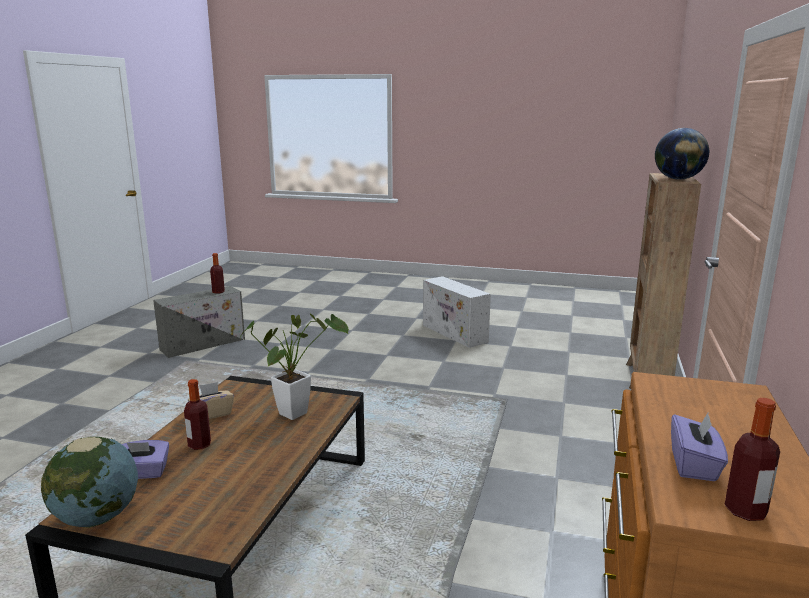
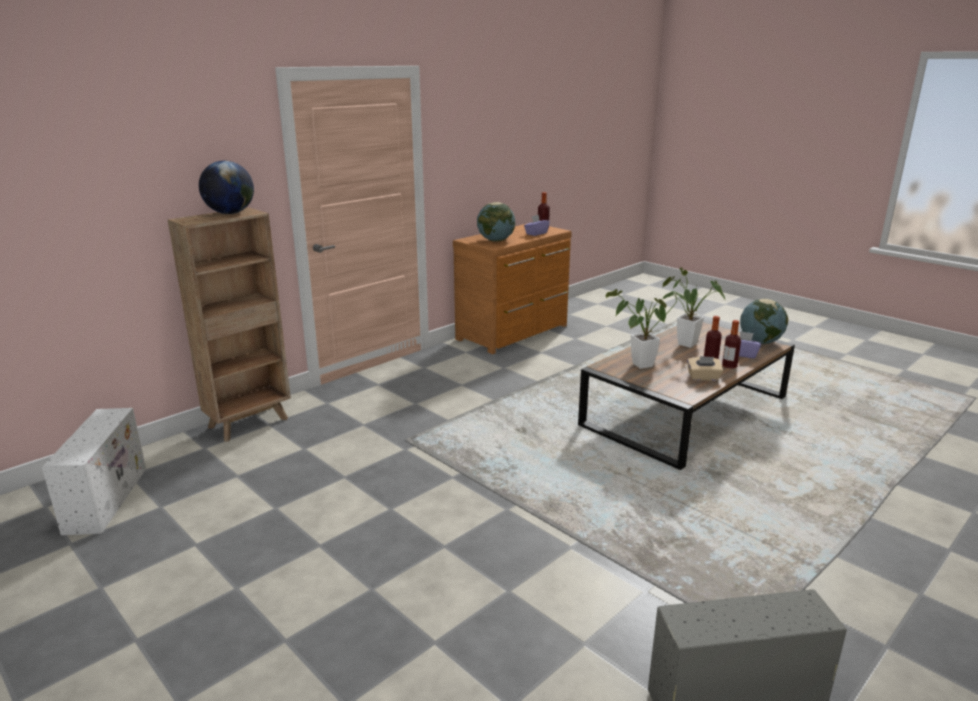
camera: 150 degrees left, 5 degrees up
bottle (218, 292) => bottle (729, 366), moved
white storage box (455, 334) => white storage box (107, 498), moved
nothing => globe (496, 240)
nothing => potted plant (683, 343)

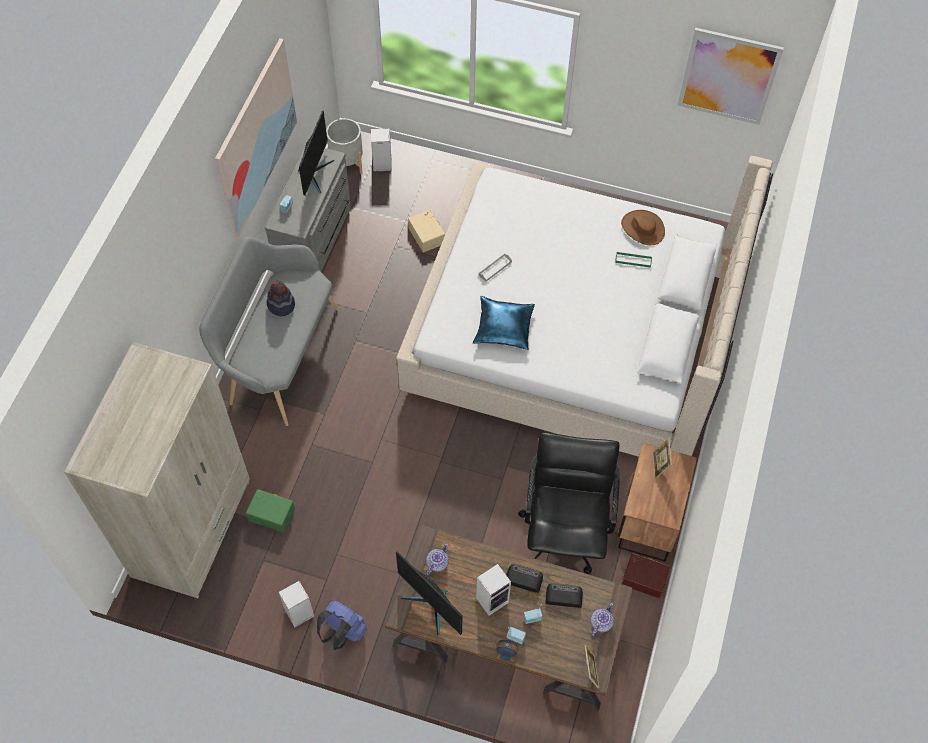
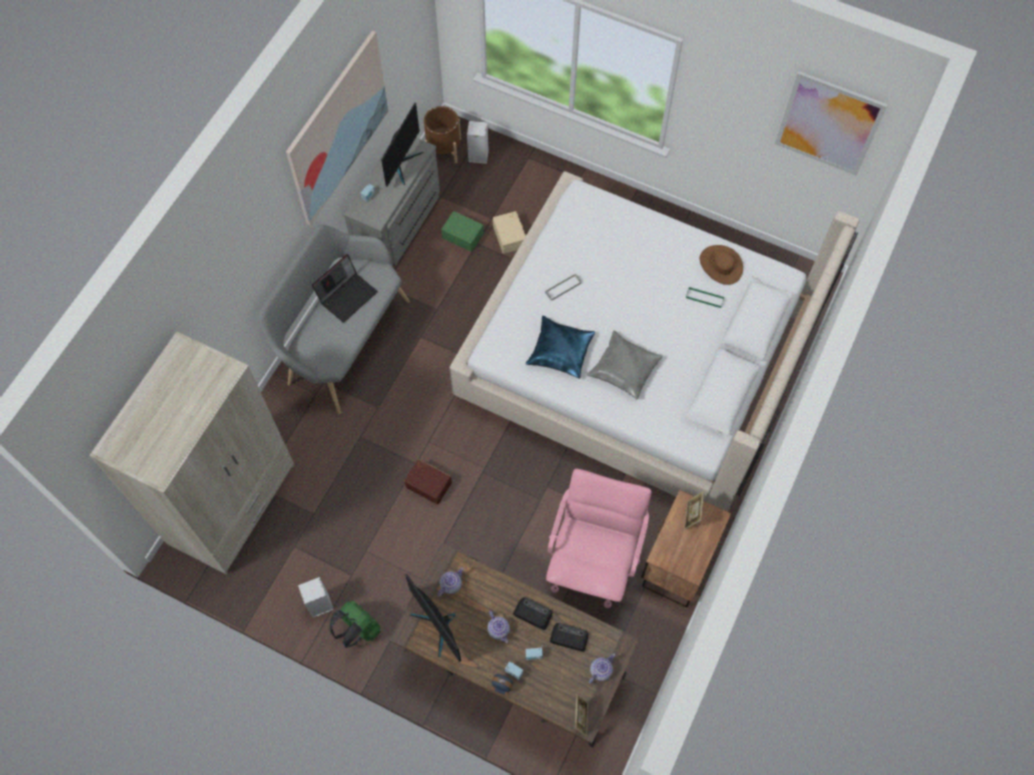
camera: 10 degrees right, 5 degrees up
green storage box (272, 513) => green storage box (463, 234), moved
hat (281, 305) => laptop (347, 295)
blue backpack (342, 632) => green backpack (358, 630)
grey planter (346, 162) => brown planter (443, 149)
speaker (493, 599) => teapot (498, 629)
black office chair (565, 532) => pink office chair (592, 562)
brown storage box (644, 577) => brown storage box (429, 483), moved
nothing => grey pillow (624, 369)

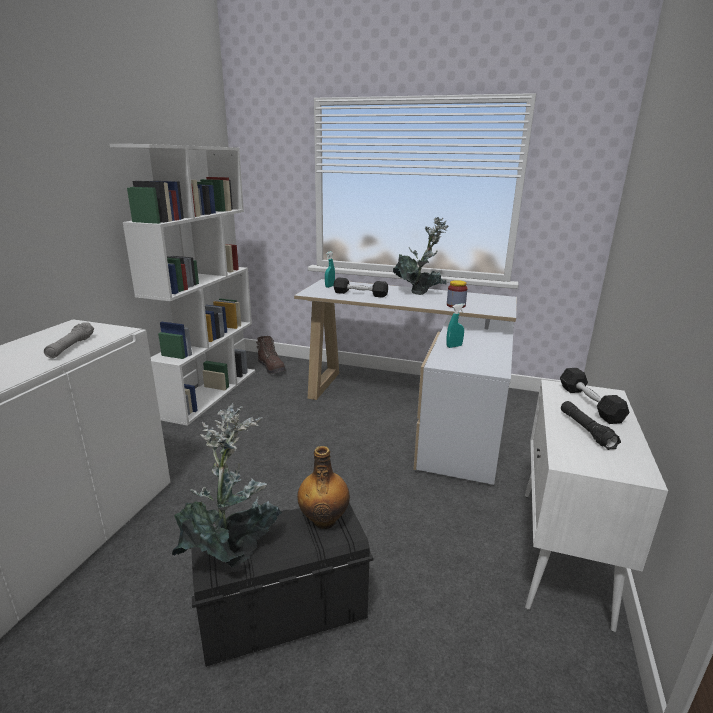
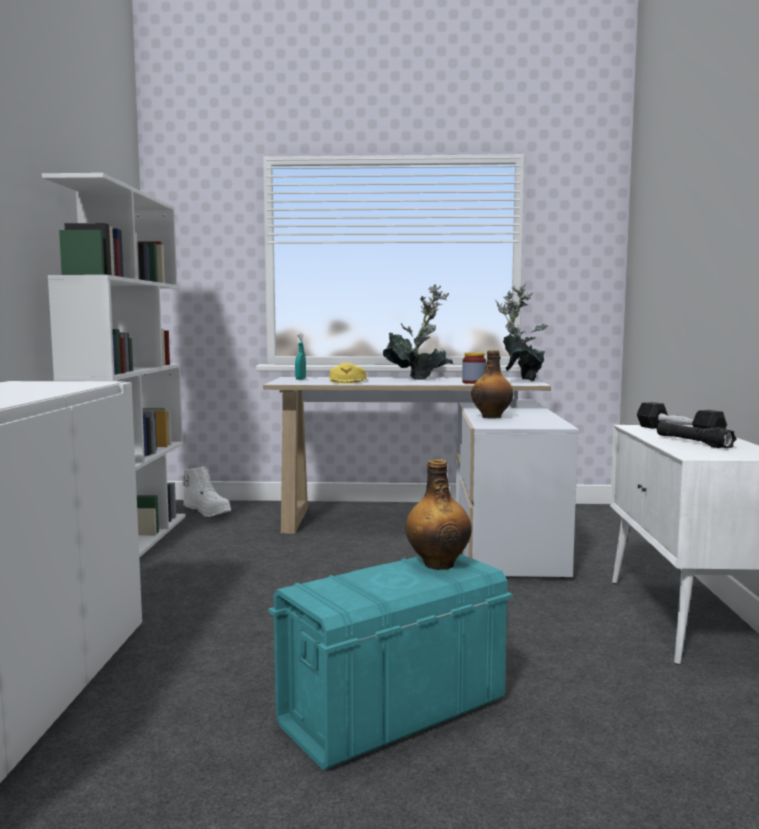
camera: 15 degrees left, 15 degrees down
grey flashlight (71, 347) => nothing
potted plant (233, 551) => potted plant (521, 380), moved
black storage box (282, 613) => turquoise storage box (391, 712)
brown boot (272, 368) => white boot (207, 511)
black dumbbell (360, 294) => yellow cap (348, 381)
turquoise spray bottle (454, 346) => bottle (492, 417)

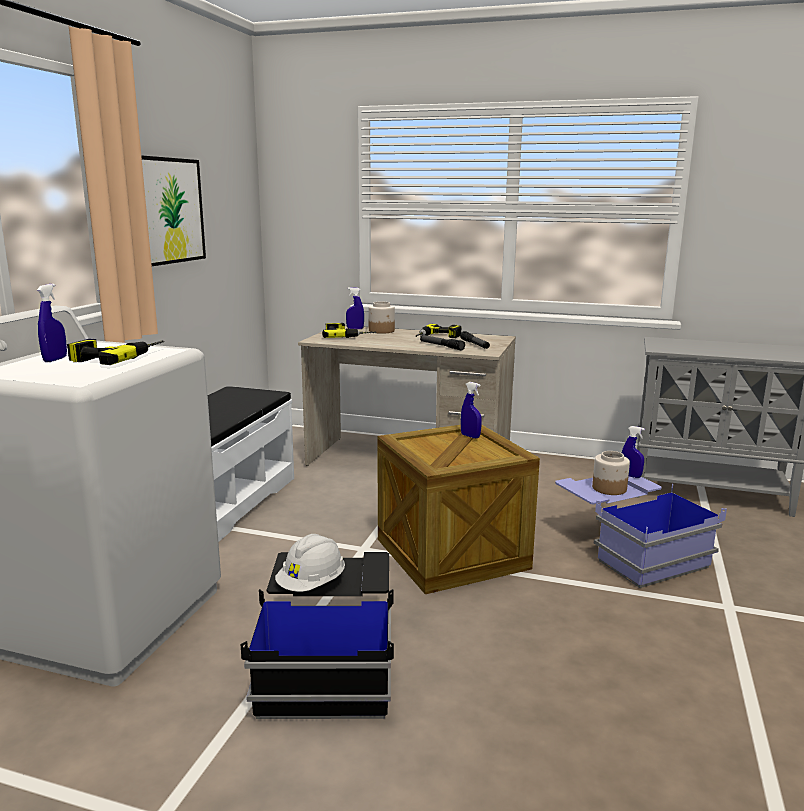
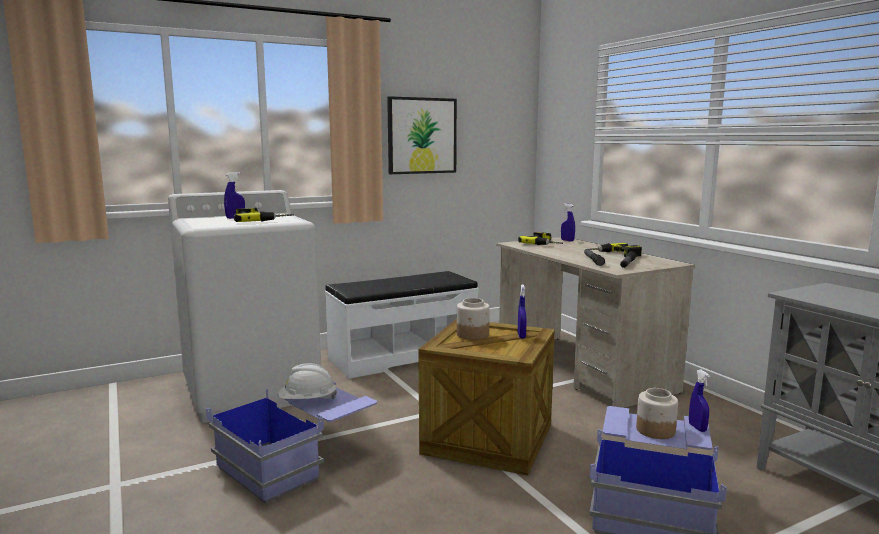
camera: 45 degrees right, 5 degrees down
black storage box (328, 660) => blue storage box (298, 460)
jar (382, 331) => jar (473, 335), moved

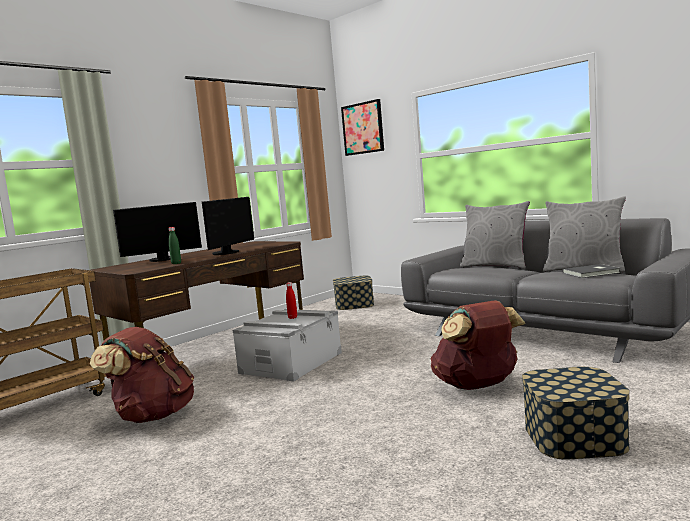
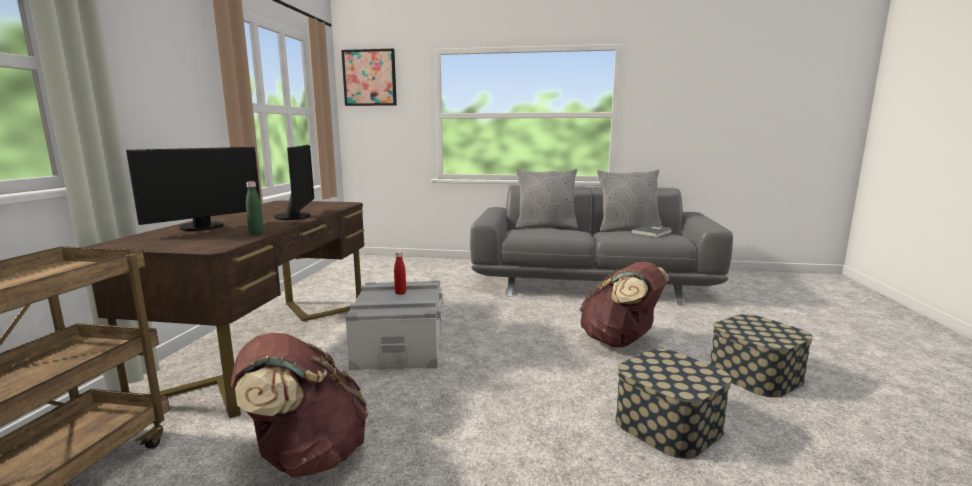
camera: 35 degrees left, 5 degrees up
storage box (354, 304) => storage box (668, 424), moved

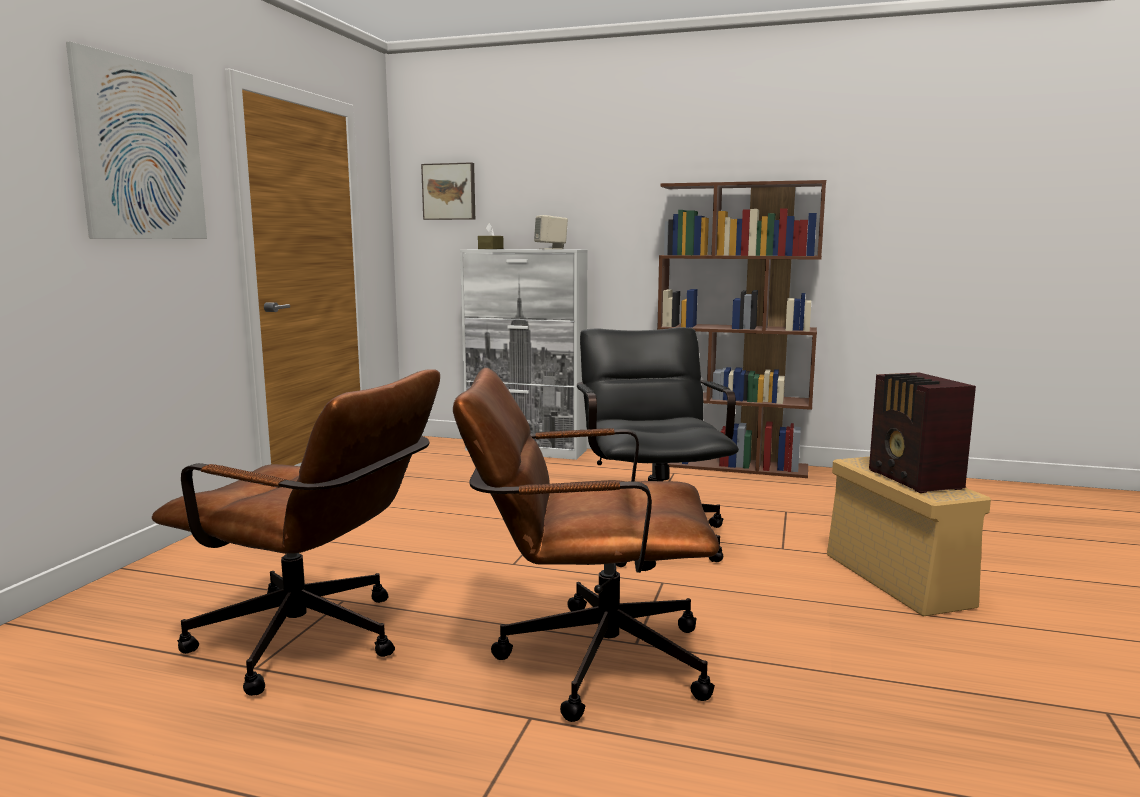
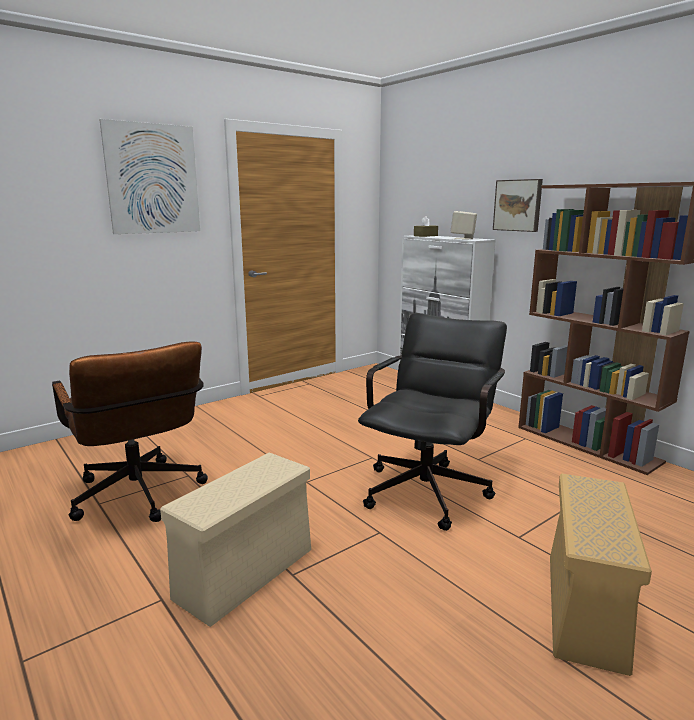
camera: 35 degrees right, 5 degrees up
picture (449, 191) => picture (518, 205), moved
brown office chair (585, 659) => beige storage box (247, 572)
radio (914, 480) => nothing

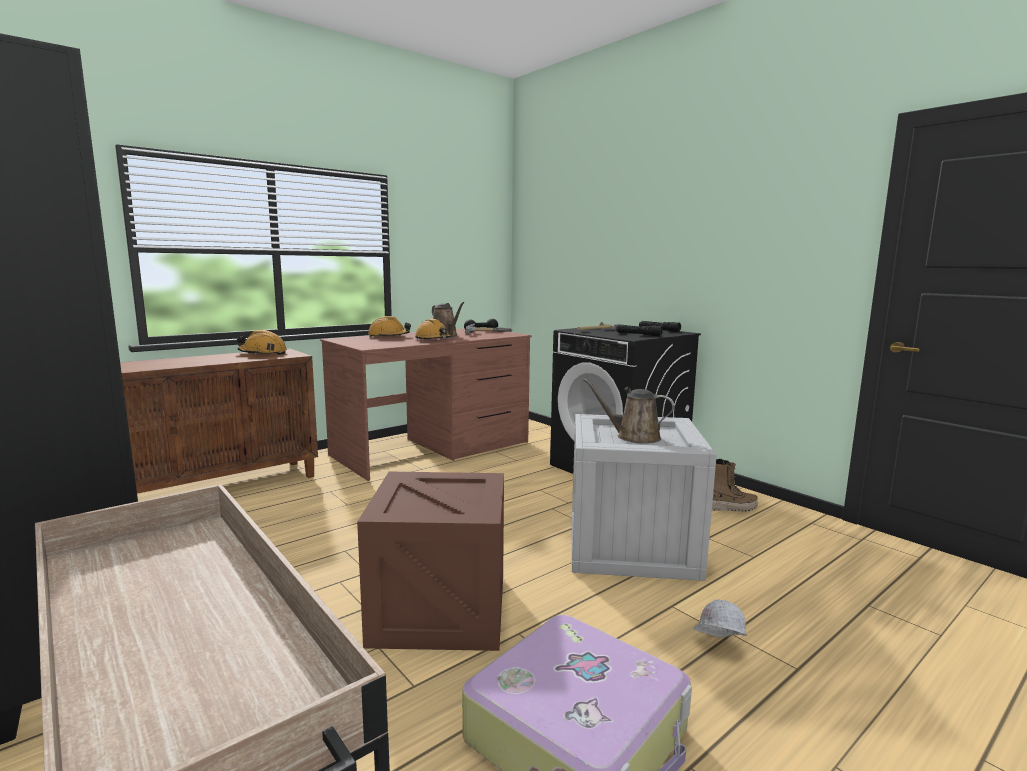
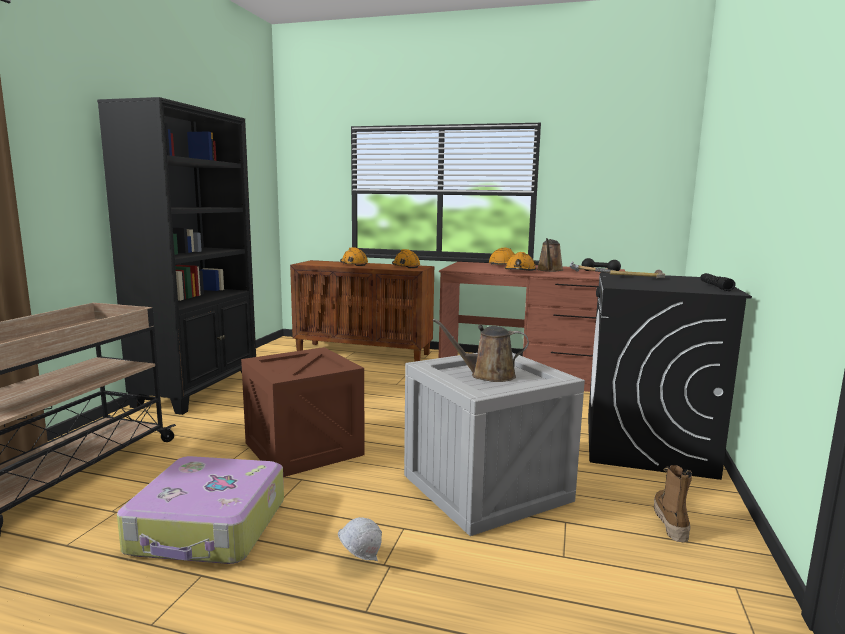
camera: 55 degrees right, 0 degrees up
brown watering can (633, 437) => brown watering can (488, 375), 75 degrees counterclockwise
black flashlight (638, 335) => nothing
boot (730, 508) => boot (670, 522), 135 degrees counterclockwise
nothing => orange hard hat (354, 264)

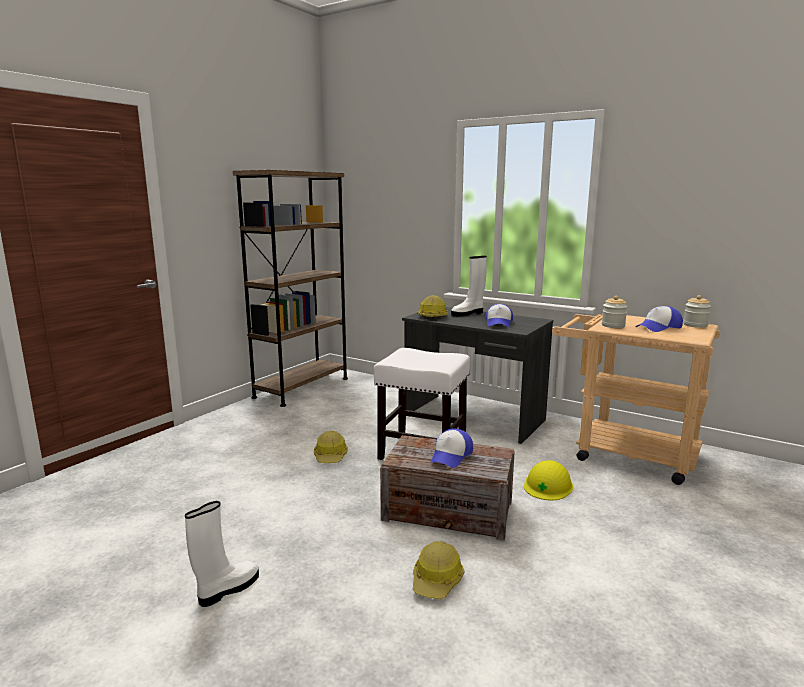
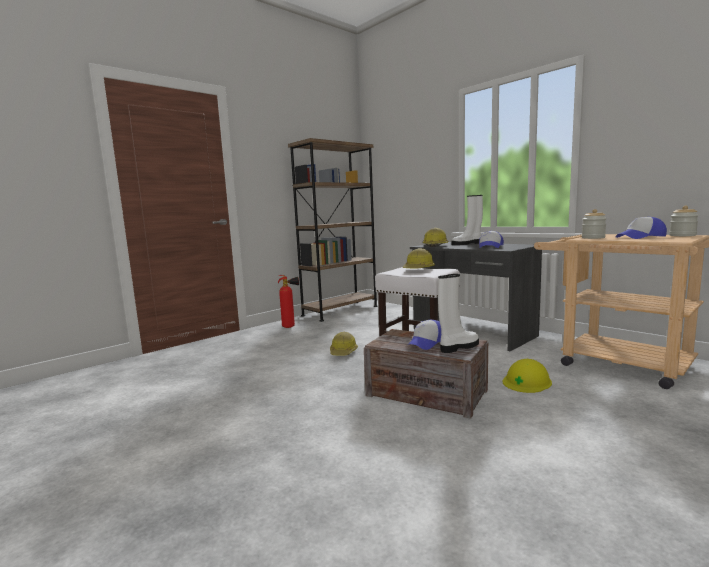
camera: 15 degrees right, 5 degrees down
white boot (227, 589) => white boot (458, 347), moved
hard hat (437, 580) => hard hat (418, 269), moved
nothing => fire extinguisher (291, 327)

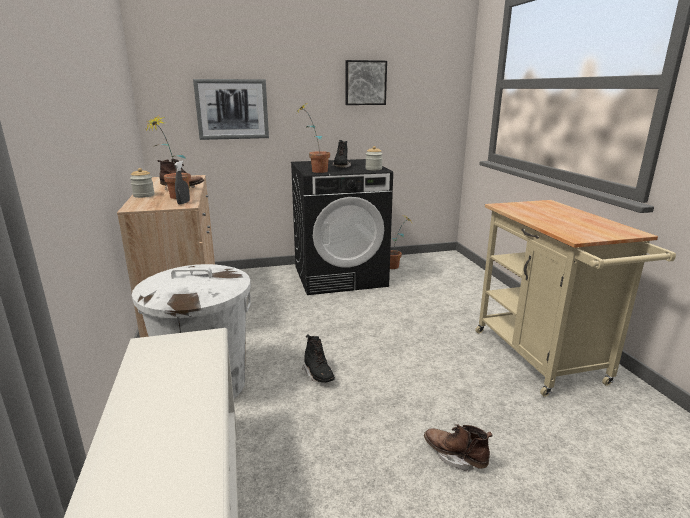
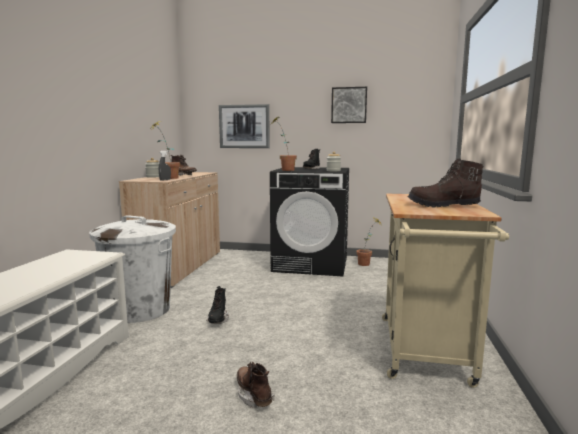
camera: 25 degrees right, 10 degrees down
nothing => brown boot (443, 205)

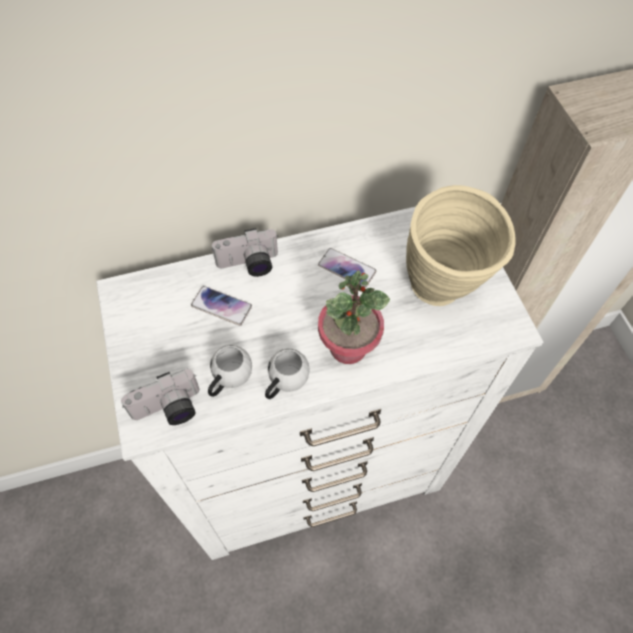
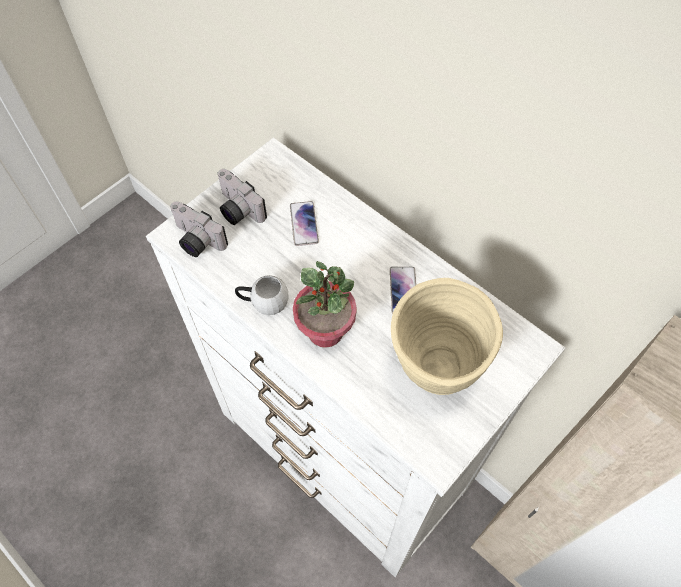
camera: 60 degrees right, 0 degrees up
white mug (228, 380) => nothing
photo camera (249, 265) => photo camera (237, 210), moved

